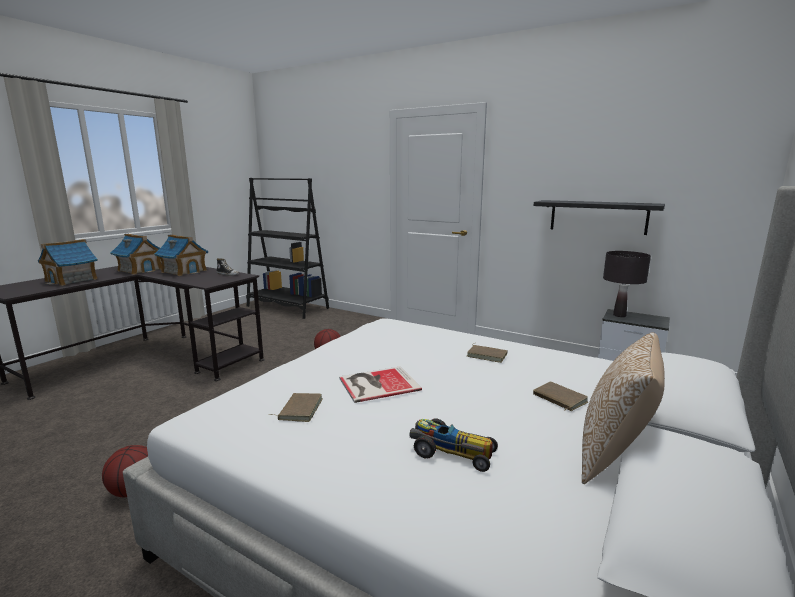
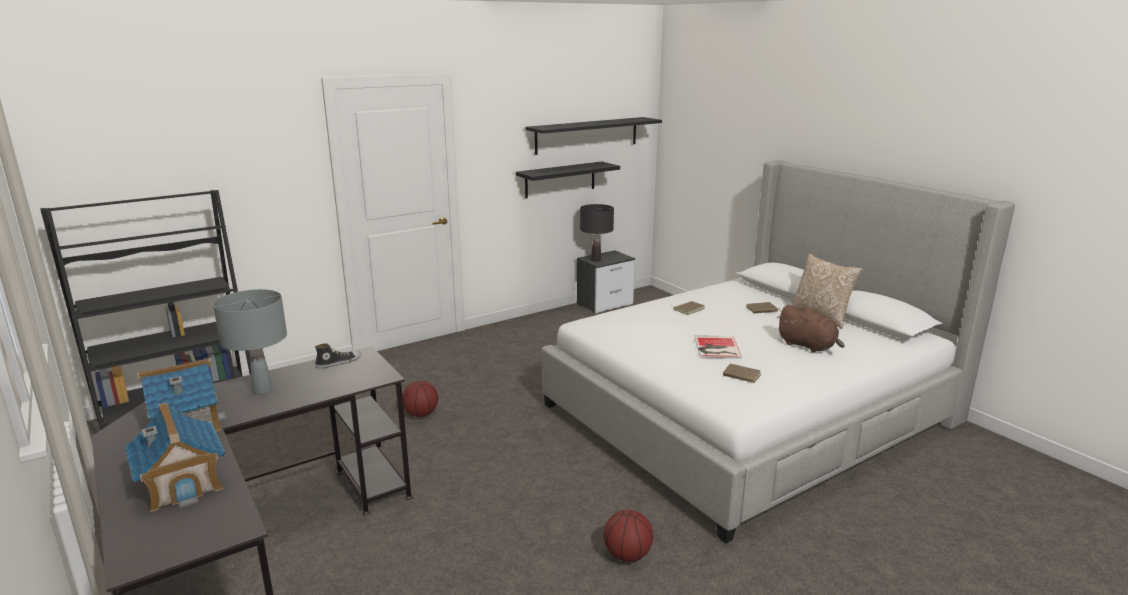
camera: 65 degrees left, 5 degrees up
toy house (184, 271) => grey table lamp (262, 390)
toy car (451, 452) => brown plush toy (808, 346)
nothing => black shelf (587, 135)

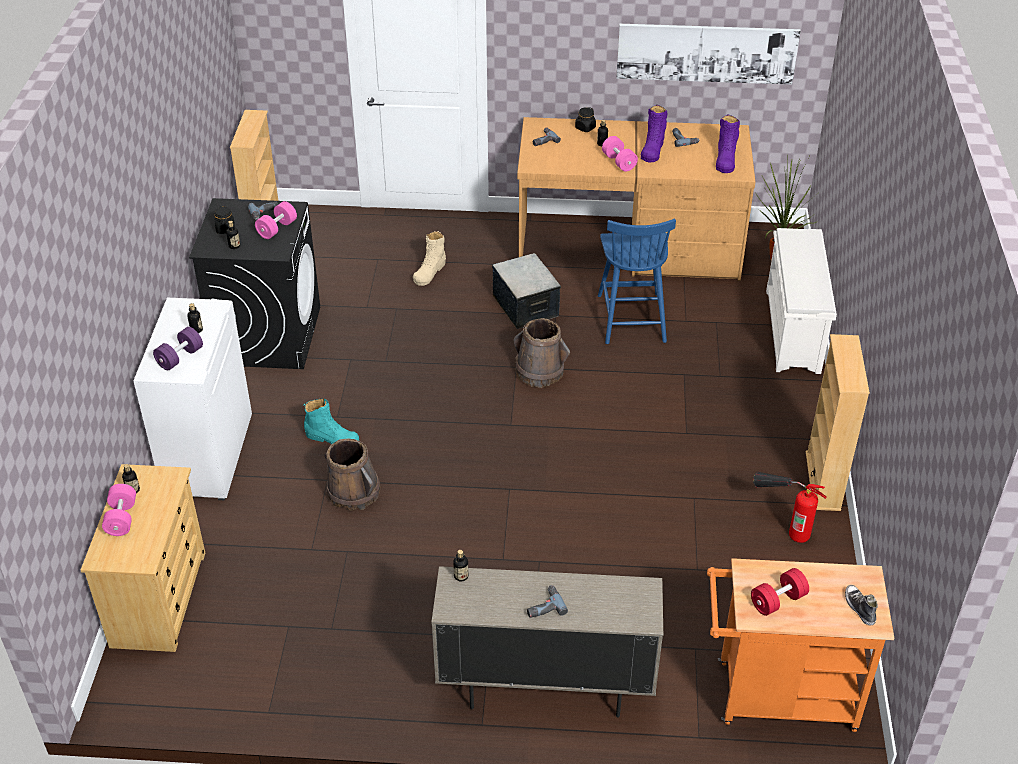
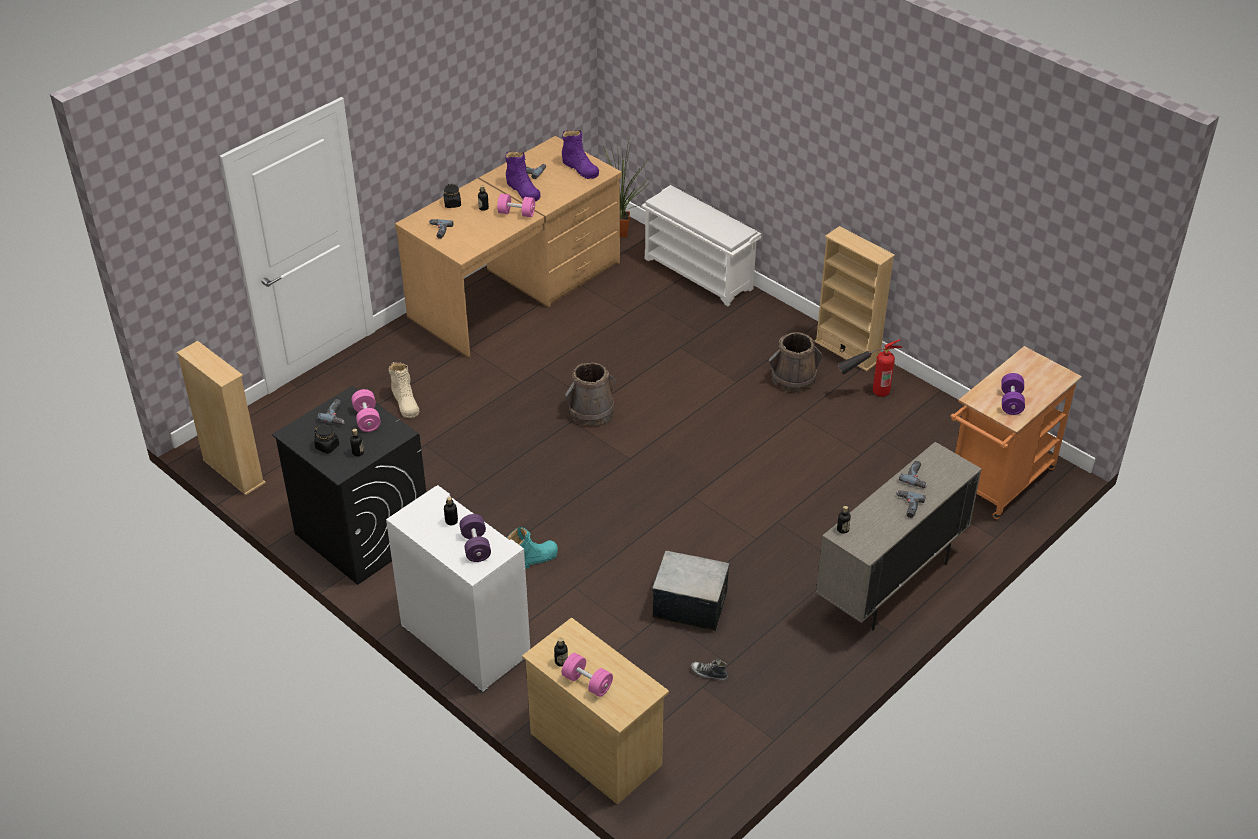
camera: 50 degrees left, 0 degrees up
brown bucket (353, 492) => brown bucket (793, 378), moved
storage box (526, 306) => storage box (690, 605), moved
blue chair (631, 317) => nothing
picture (706, 53) => nothing
red dumbbell (778, 600) => purple dumbbell (1011, 402)
shoe (859, 608) => shoe (709, 673), moved
nothing => power drill (917, 477)

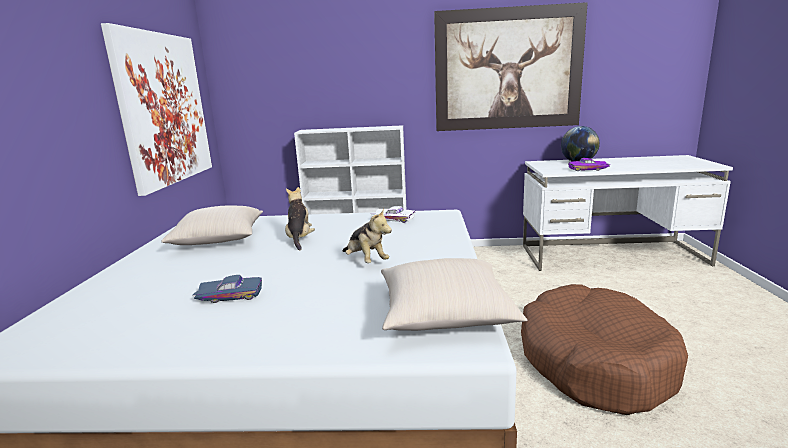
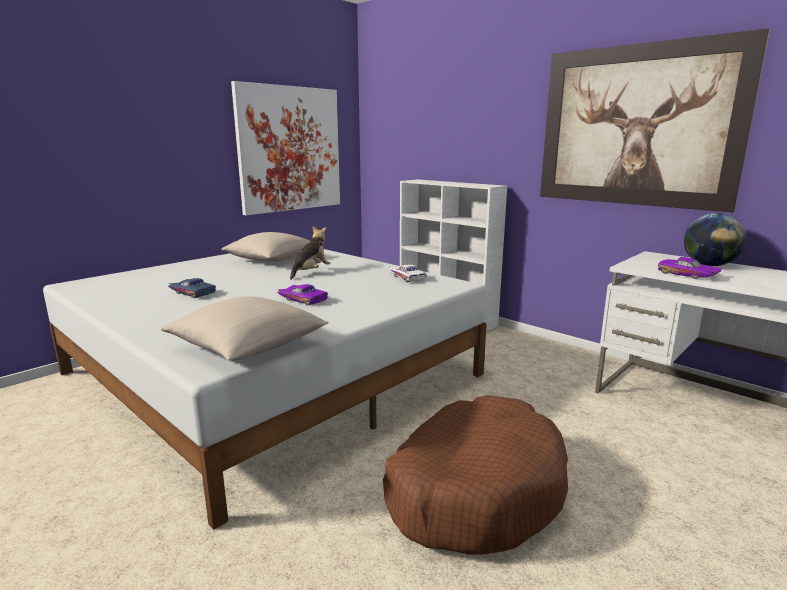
camera: 40 degrees right, 0 degrees up
plush toy (366, 261) => purple toy car (304, 299)

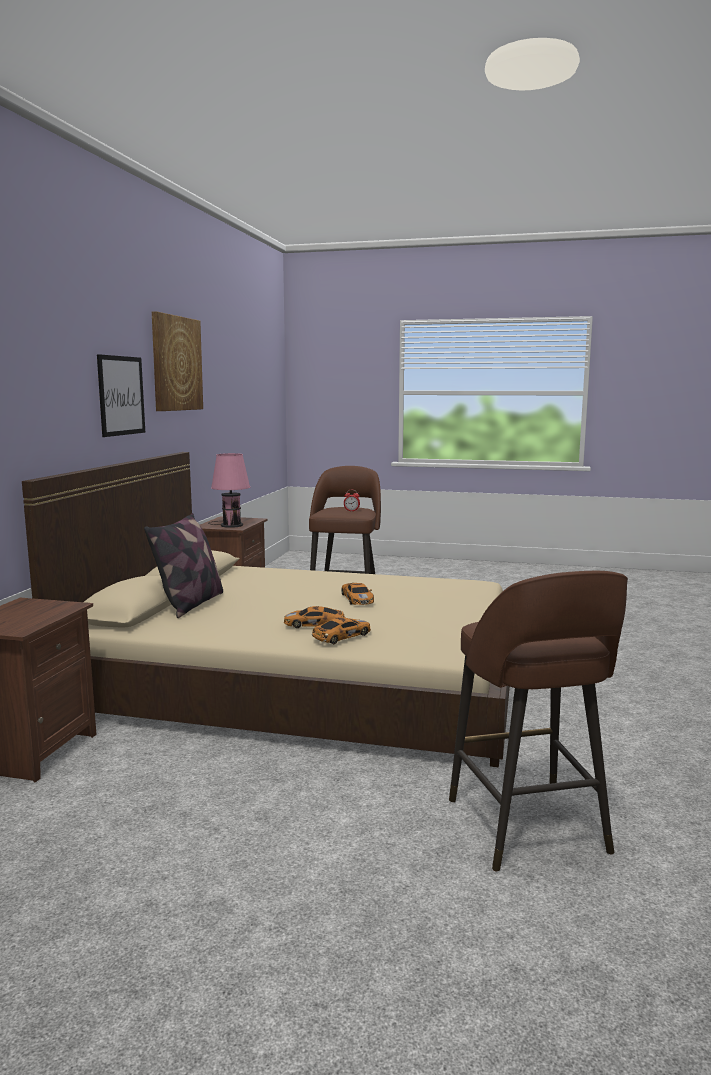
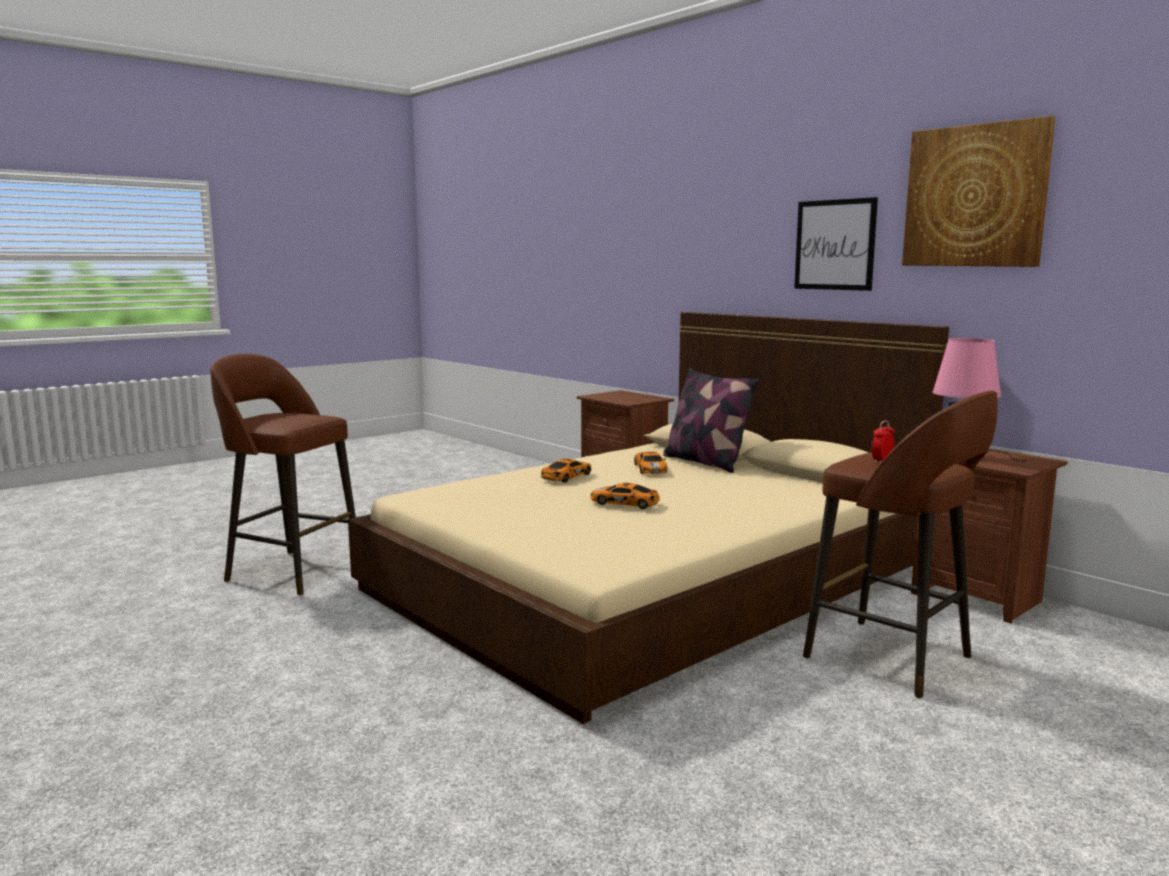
camera: 125 degrees right, 0 degrees up
toy car (341, 636) => toy car (650, 469), moved

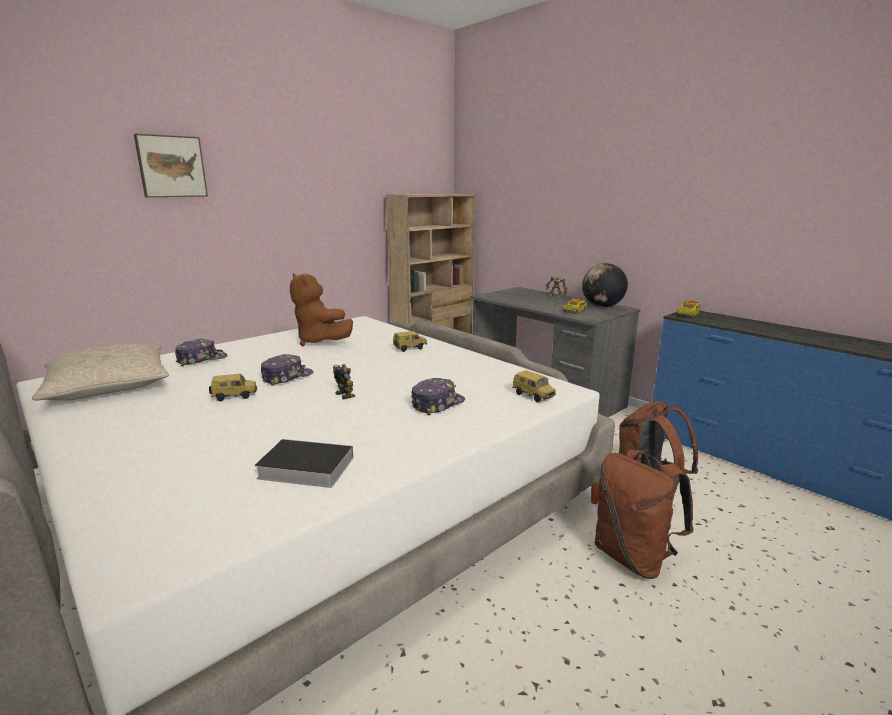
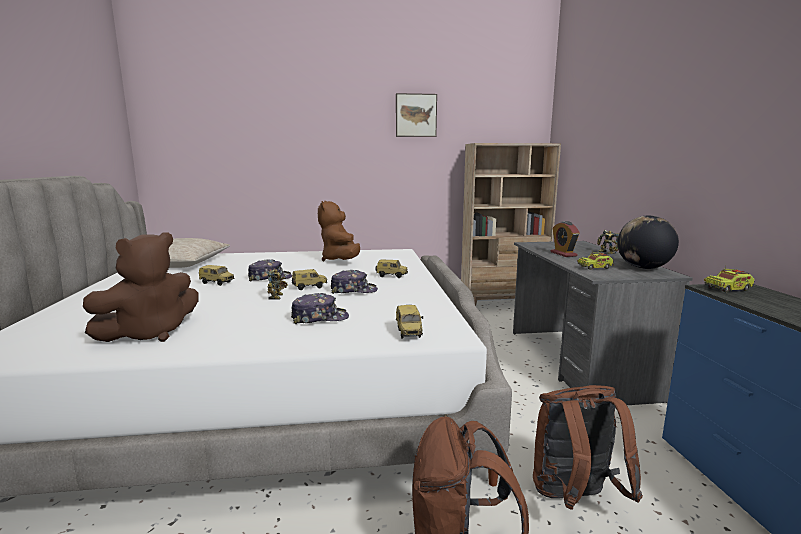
camera: 35 degrees right, 5 degrees down
picture (171, 166) => picture (415, 115), moved
cap (202, 359) => cap (353, 290), moved
book (303, 468) => brown plush toy (150, 333)
nothing => toy car (309, 287)
nothing => alarm clock (563, 254)

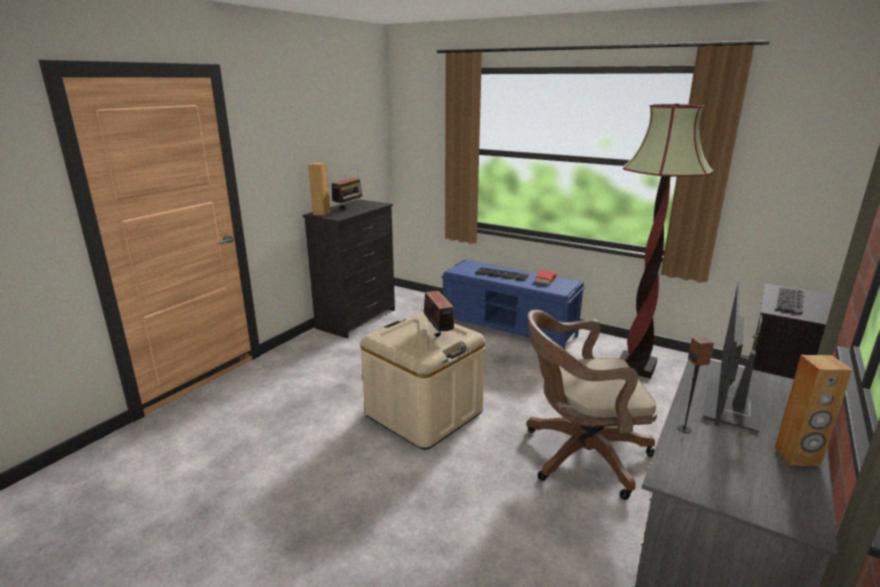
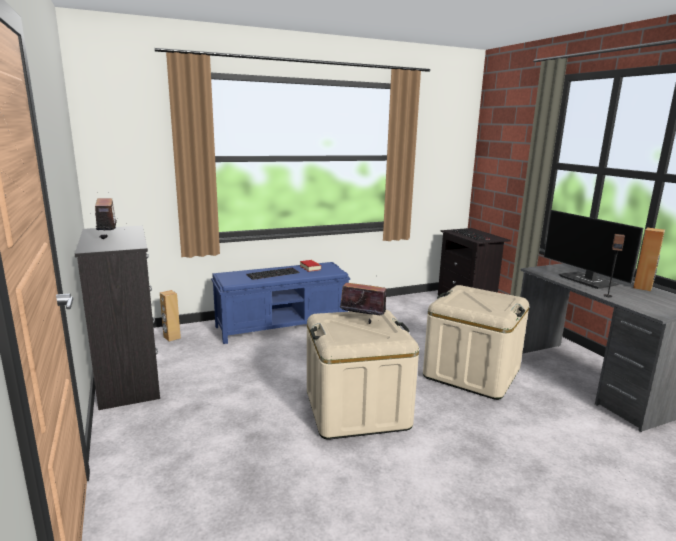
camera: 55 degrees left, 5 degrees down
brown speaker (321, 213) => brown speaker (171, 337), moved
brown office chair (579, 455) => beige storage box (471, 373)
floor lamp (636, 366) => nothing

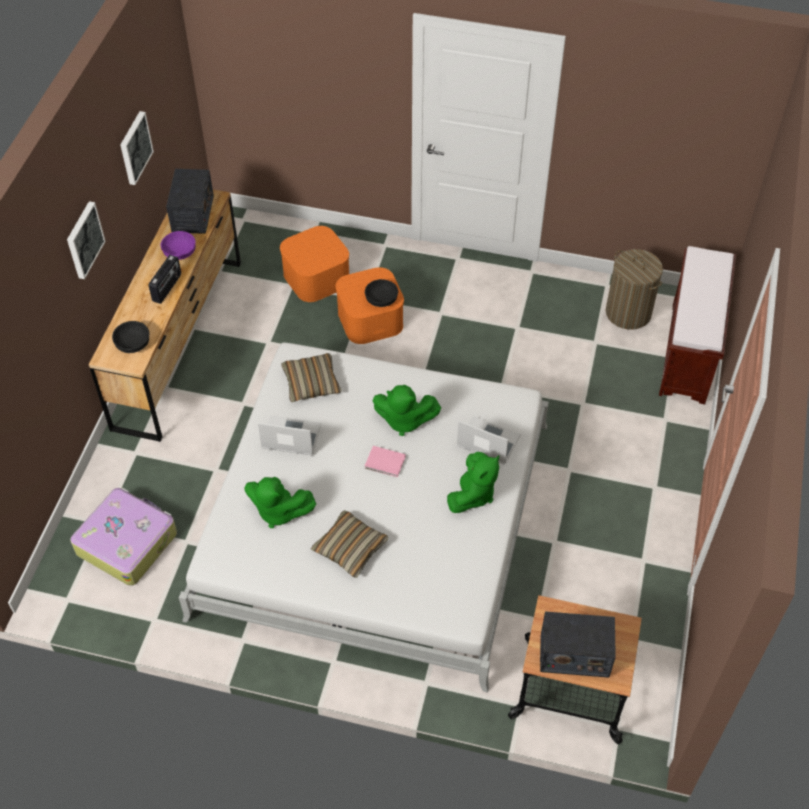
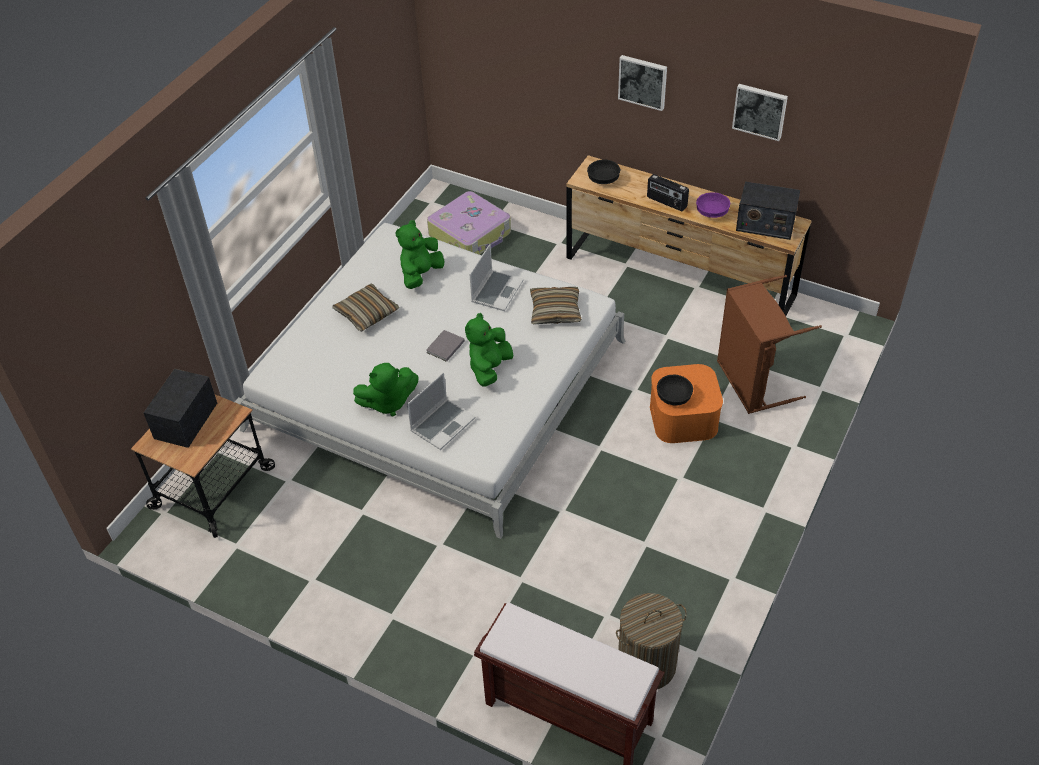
camera: 105 degrees right, 5 degrees down
orange storage box (316, 277) => brown laundry basket (751, 382)
pink book (386, 463) => grey book (444, 347)
green plush toy (473, 494) => green plush toy (388, 402), 60 degrees counterclockwise

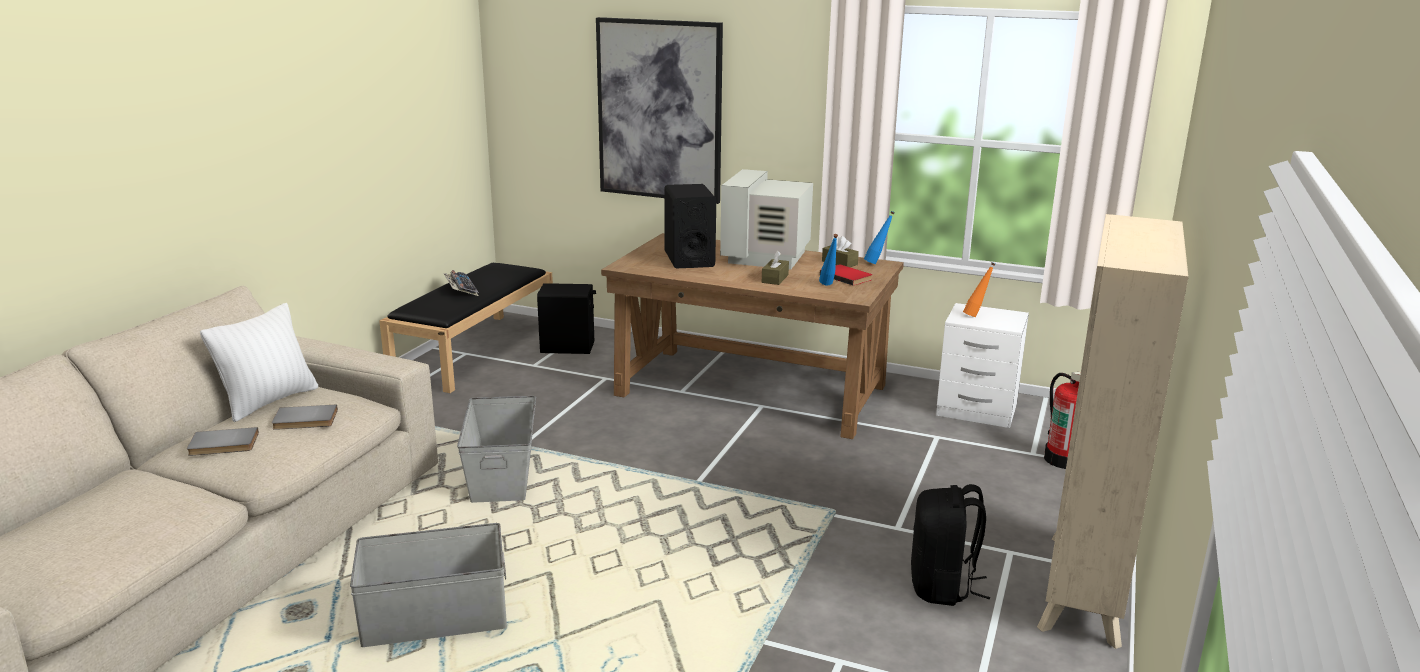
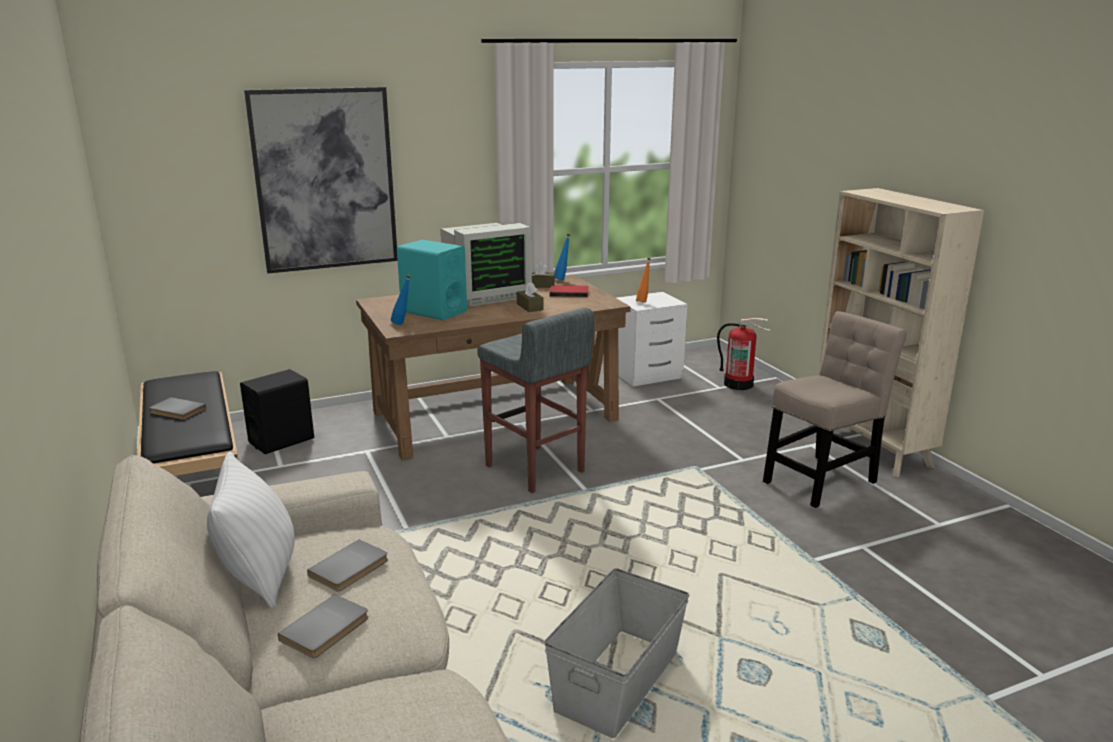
camera: 45 degrees left, 0 degrees up
keyboard (460, 289) => grey book (176, 411)
grey storage box (503, 474) => nothing
black speaker (689, 259) => turquoise speaker (433, 311)
monitor (767, 257) => monitor (484, 295), 90 degrees counterclockwise
blue bottle (828, 286) => blue bottle (402, 324), moved
black backpack (942, 587) => beige chair (822, 479)
nothing => grey stool (534, 469)

